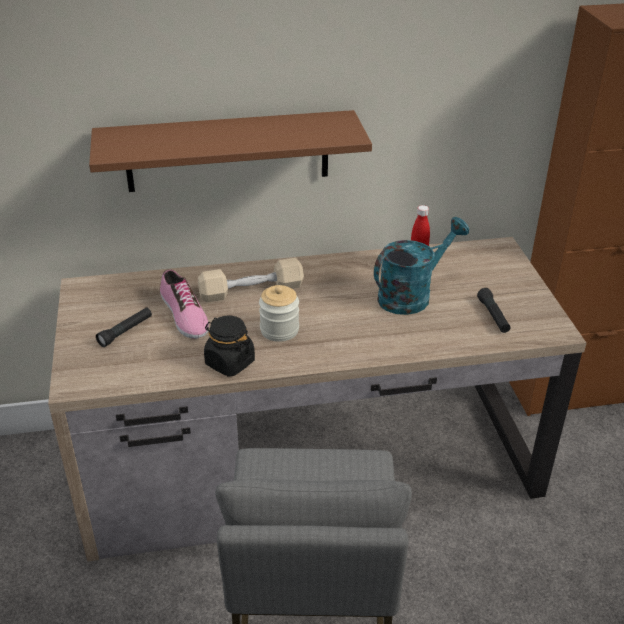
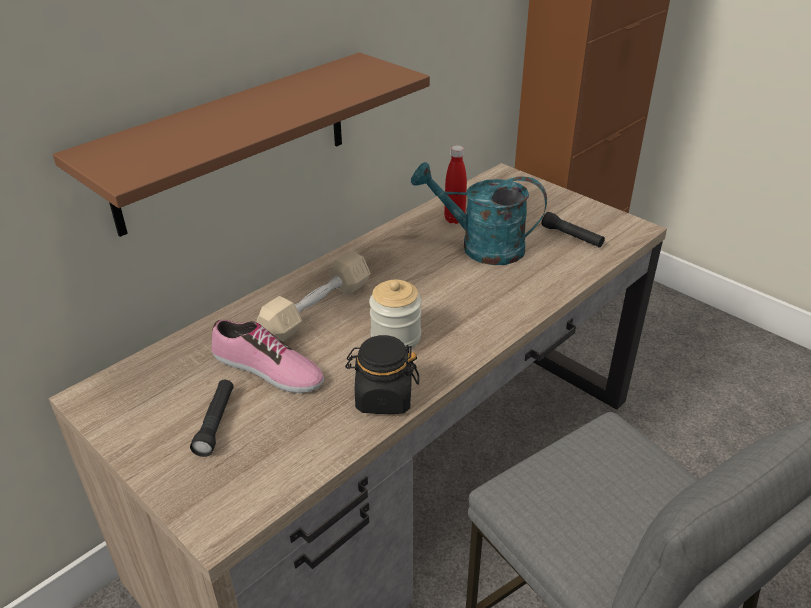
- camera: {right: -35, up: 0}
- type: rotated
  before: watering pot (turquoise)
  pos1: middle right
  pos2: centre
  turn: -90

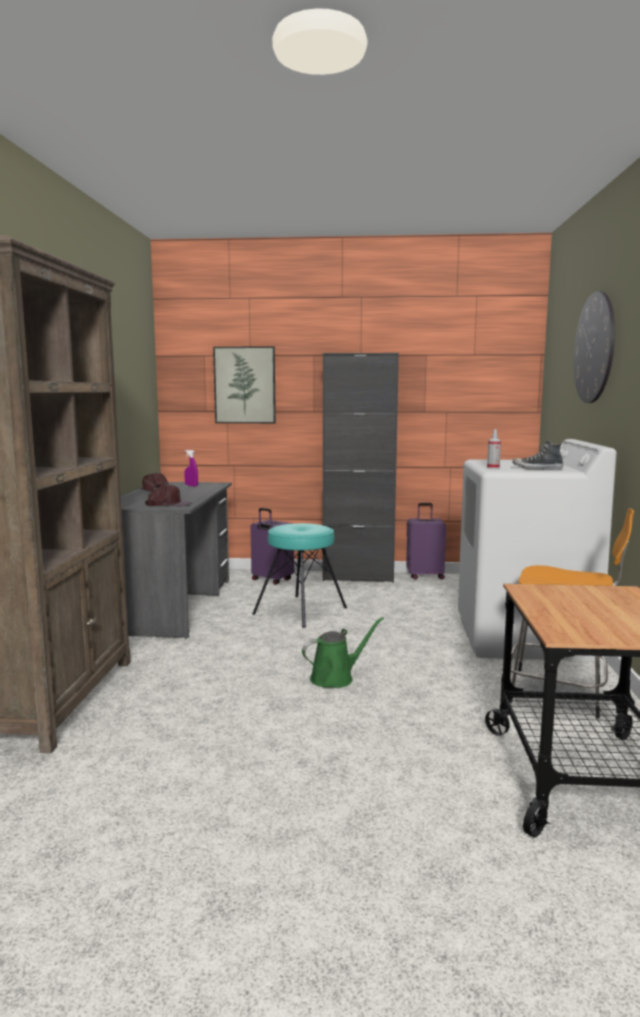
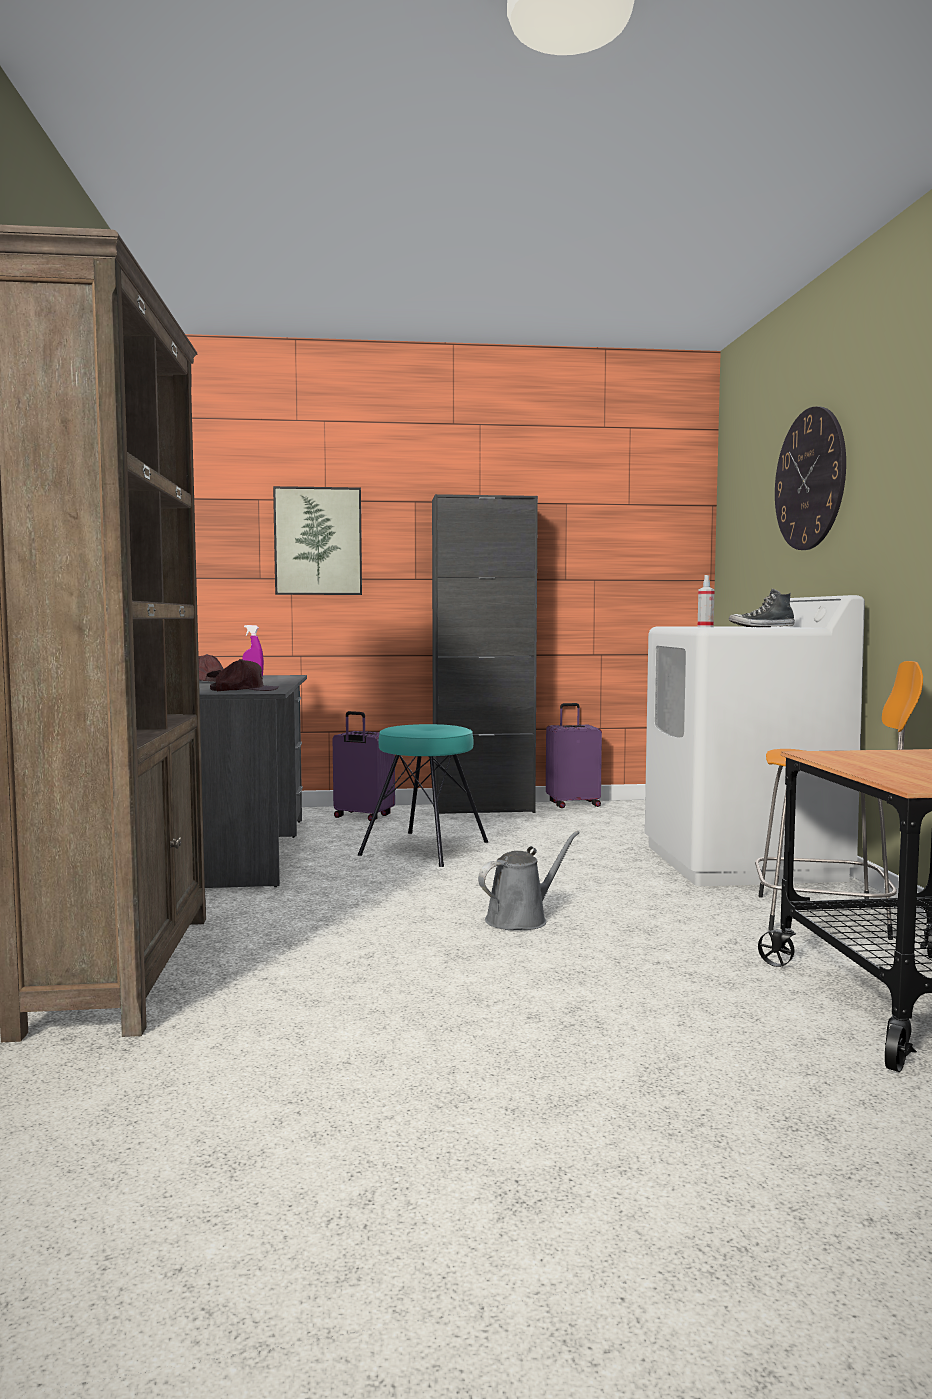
- camera: {right: -10, up: -5}
- type: repainted
  before: watering pot (green)
  after: watering pot (greyish)
  pos1: centre
  pos2: centre

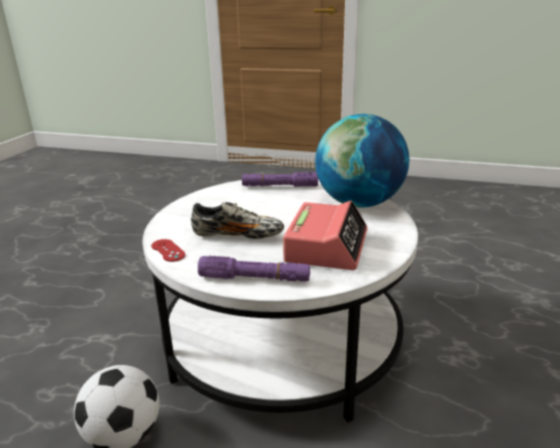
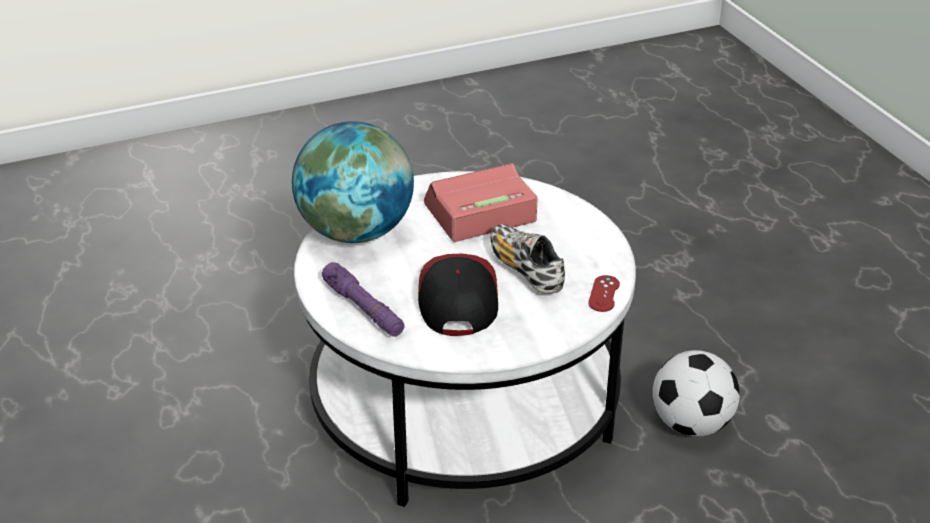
- camera: {right: -130, up: 10}
- type: gone
  before: torch (purple) (no. 1 from left)
  pos1: centre
- type: new
  after: peaked cap
  pos2: centre

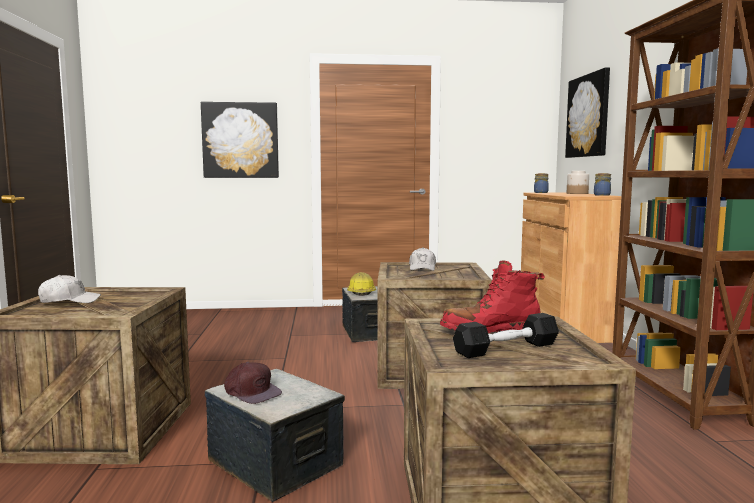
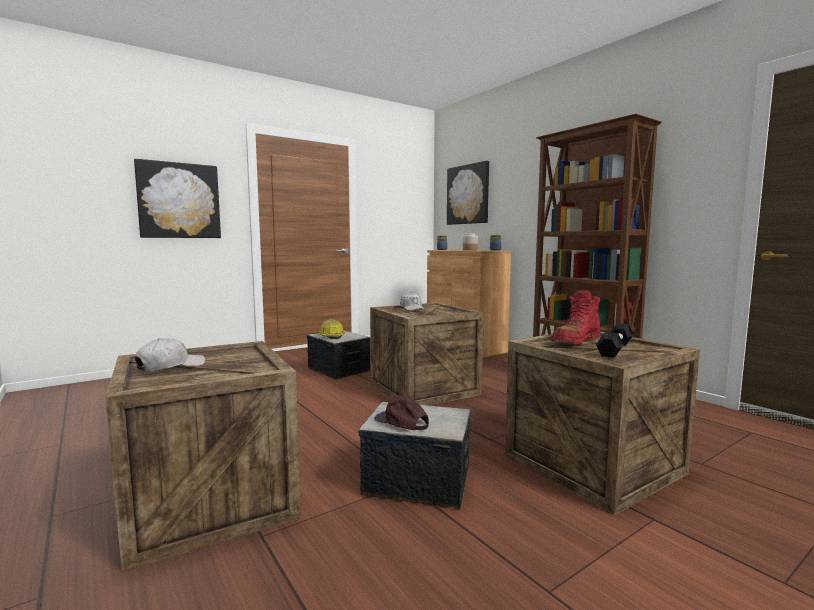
- camera: {right: -30, up: 0}
- type: rotated
  before: peaked cap (brownish)
  pos1: bottom centre
  pos2: bottom centre
  turn: -150

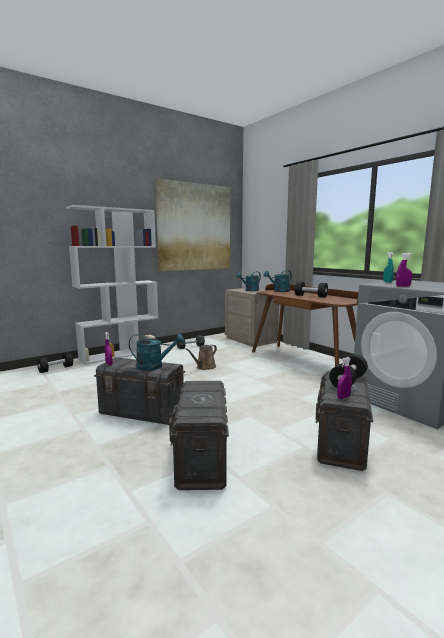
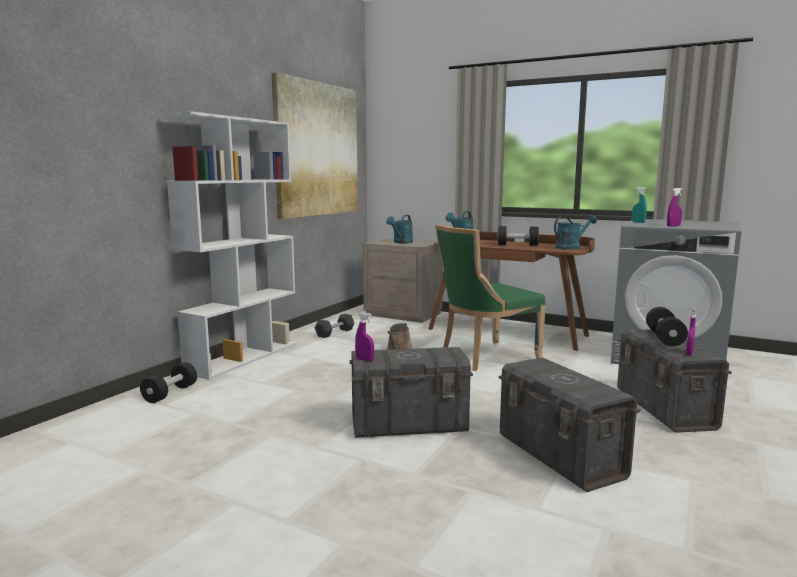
- camera: {right: -25, up: 0}
- type: new
  after: upright chair (green)
  pos2: centre
- type: shifted
  before: watering pot (turquoise) (no. 1 from left in the first image)
  after: watering pot (turquoise) (no. 3 from left)
  pos1: centre
  pos2: middle right

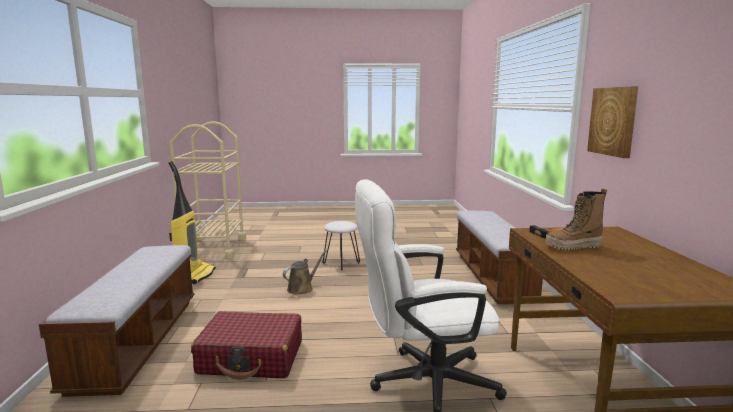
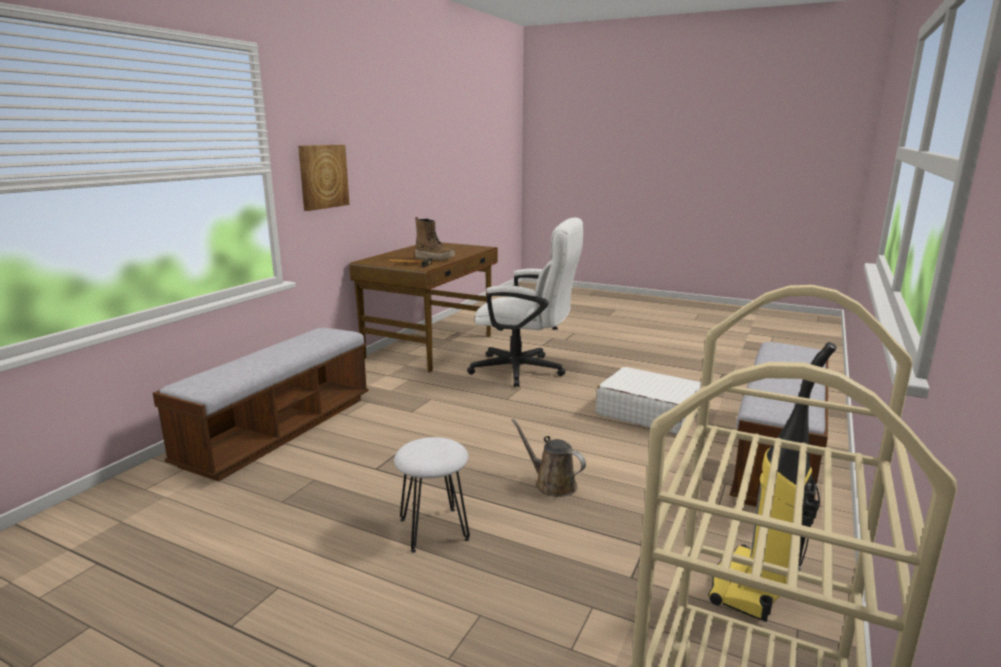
- camera: {right: -150, up: 5}
- type: repainted
  before: travel case (red)
  after: travel case (white-coloured)
  pos1: bottom centre
  pos2: centre
- type: rotated
  before: watering pot (brownish)
  pos1: centre
  pos2: bottom centre
  turn: 60

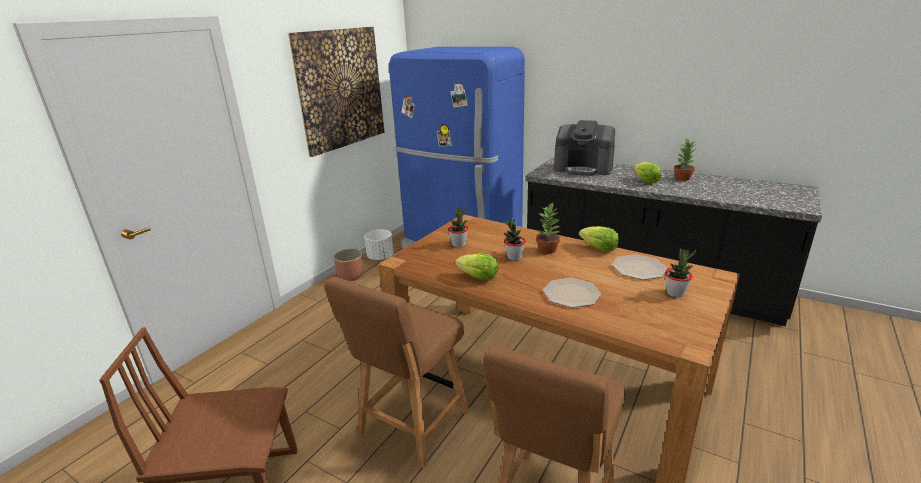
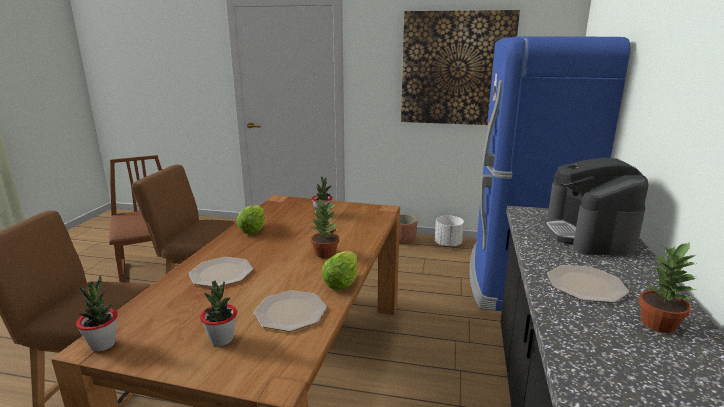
- camera: {right: 70, up: -5}
- type: shifted
  before: plant in a pot (no. 2 from left in the first image)
  after: plant in a pot (no. 1 from left)
  pos1: centre
  pos2: bottom left
- type: swapped
  before: head of lettuce (no. 3 from left)
  after: plate (no. 3 from left)
  pos1: middle right
  pos2: bottom right

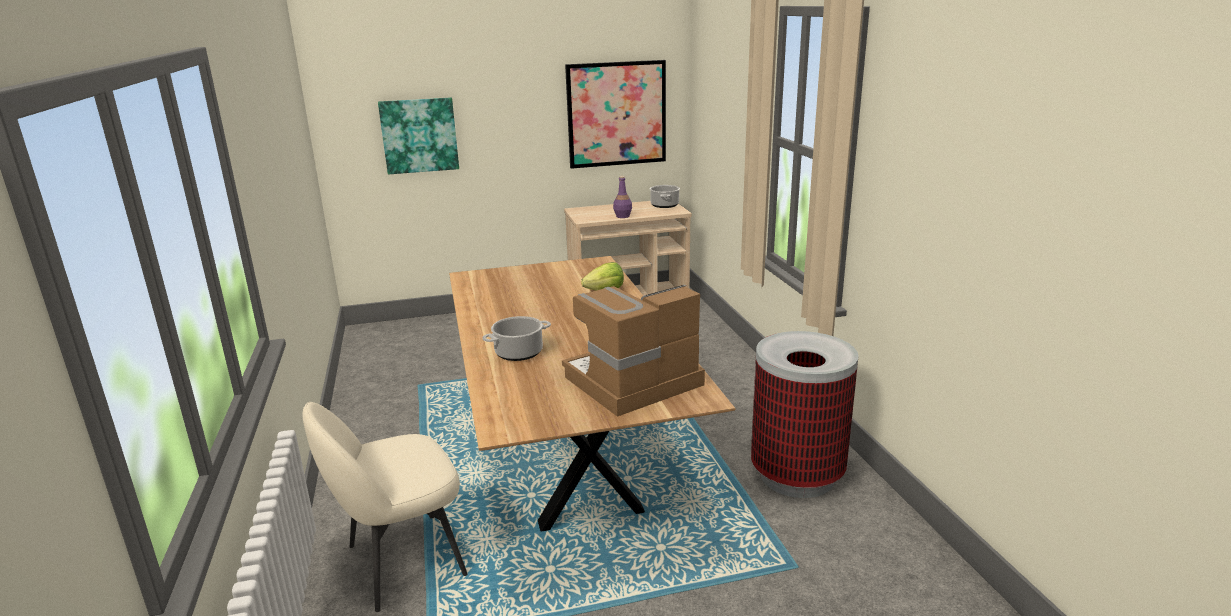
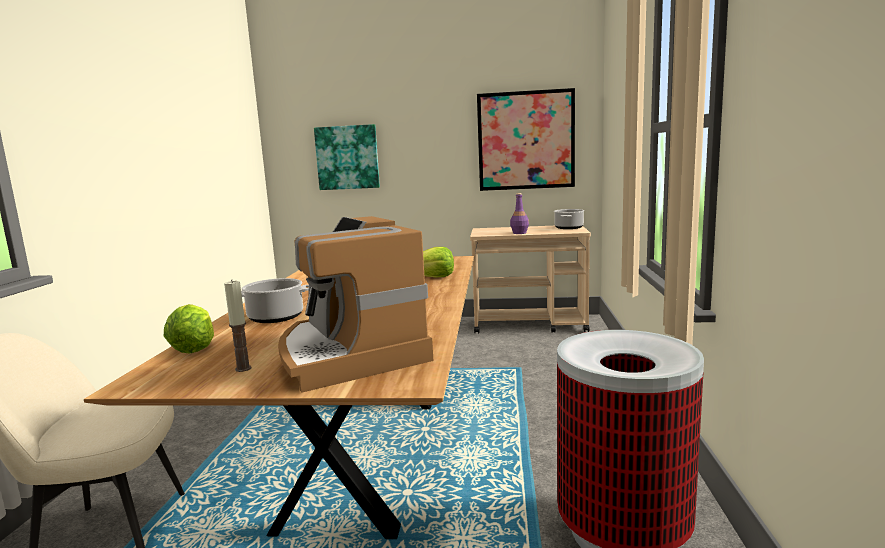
- camera: {right: 20, up: -10}
- type: new
  after: head of lettuce (no. 1 from left)
  pos2: middle left
- type: new
  after: wax candle
  pos2: middle left
- type: rotated
  before: coffee brewer
  pos1: centre
  pos2: centre
  turn: -105

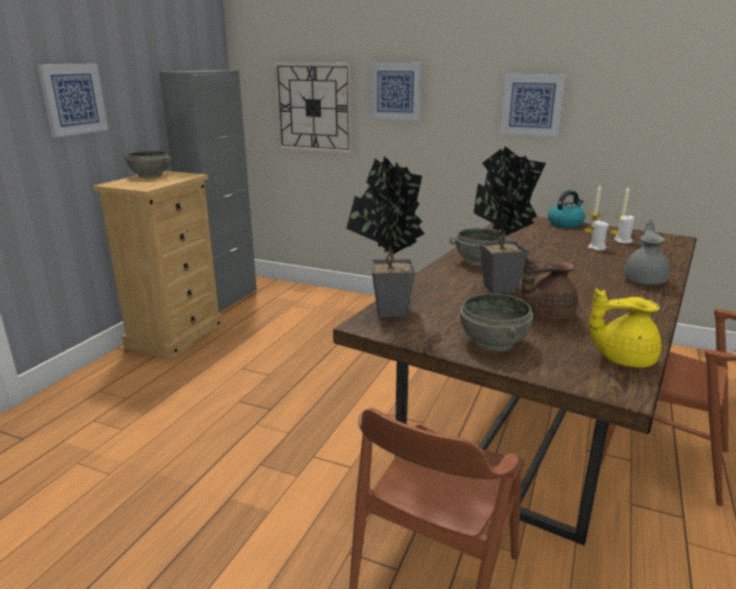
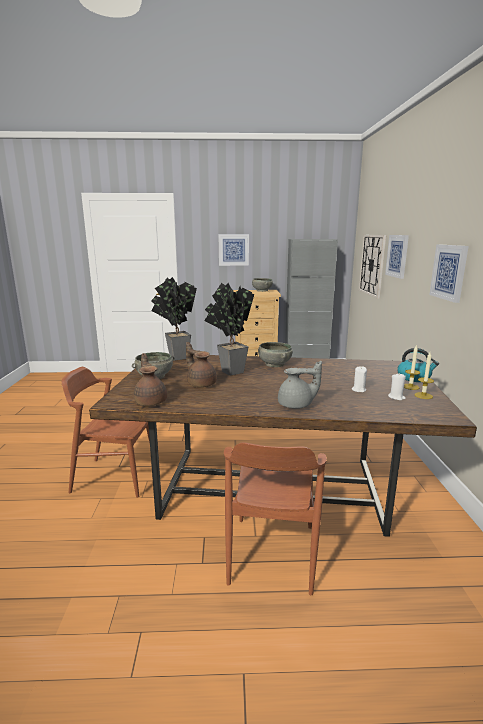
- camera: {right: 65, up: -5}
- type: repainted
  before: teapot (yellow-coloured)
  after: teapot (brownish) (no. 1 from left)
  pos1: middle right
  pos2: middle left

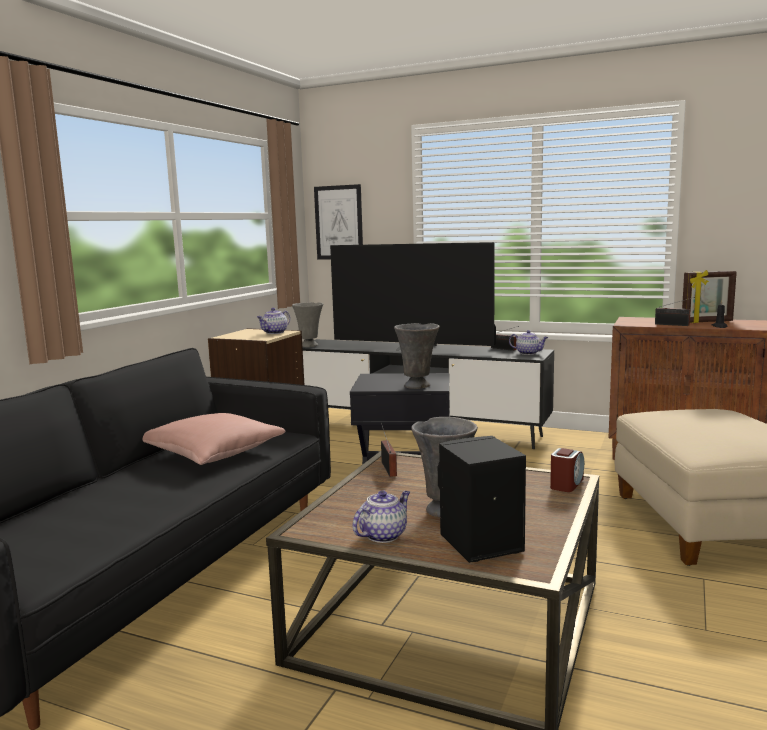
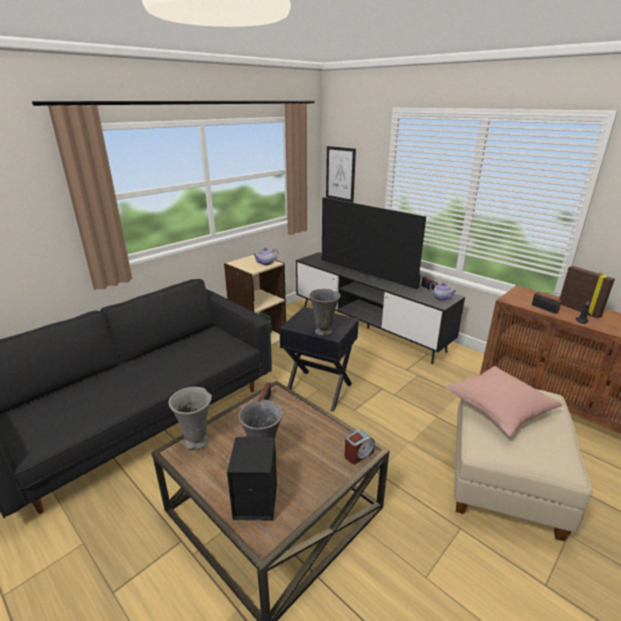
- camera: {right: 20, up: 15}
- type: gone
  before: teapot (no. 2 from left)
  pos1: bottom centre
- type: shifted
  before: pillow (pink)
  pos1: middle left
  pos2: middle right
- type: shifted
  before: flower vase (greyish) (no. 1 from left)
  pos1: centre
  pos2: bottom left
- type: rotated
  before: photo frame
  pos1: middle right
  pos2: middle right
  turn: -135

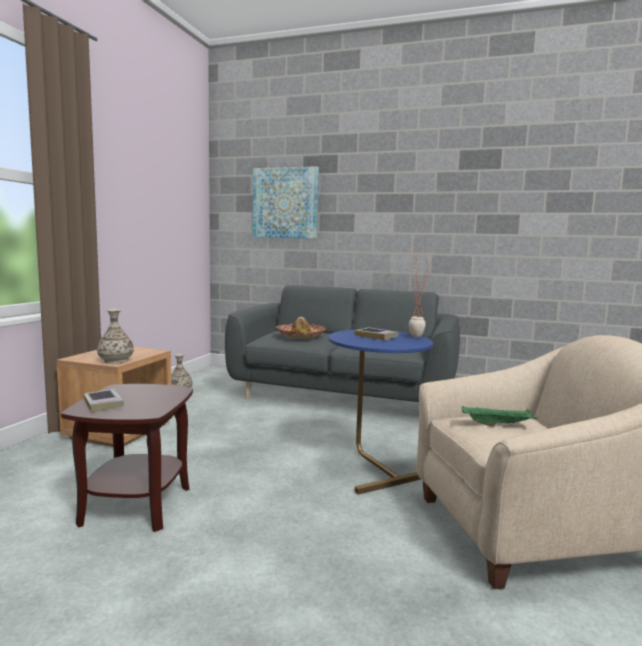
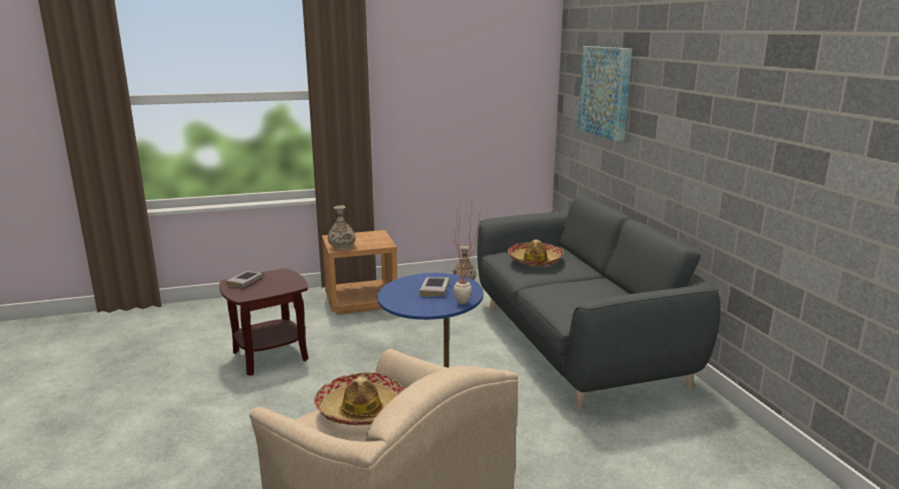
- camera: {right: 55, up: 10}
- type: swapped
  before: serving tray (green)
  after: wearable hat (no. 1 from left)
  pos1: middle right
  pos2: bottom centre

